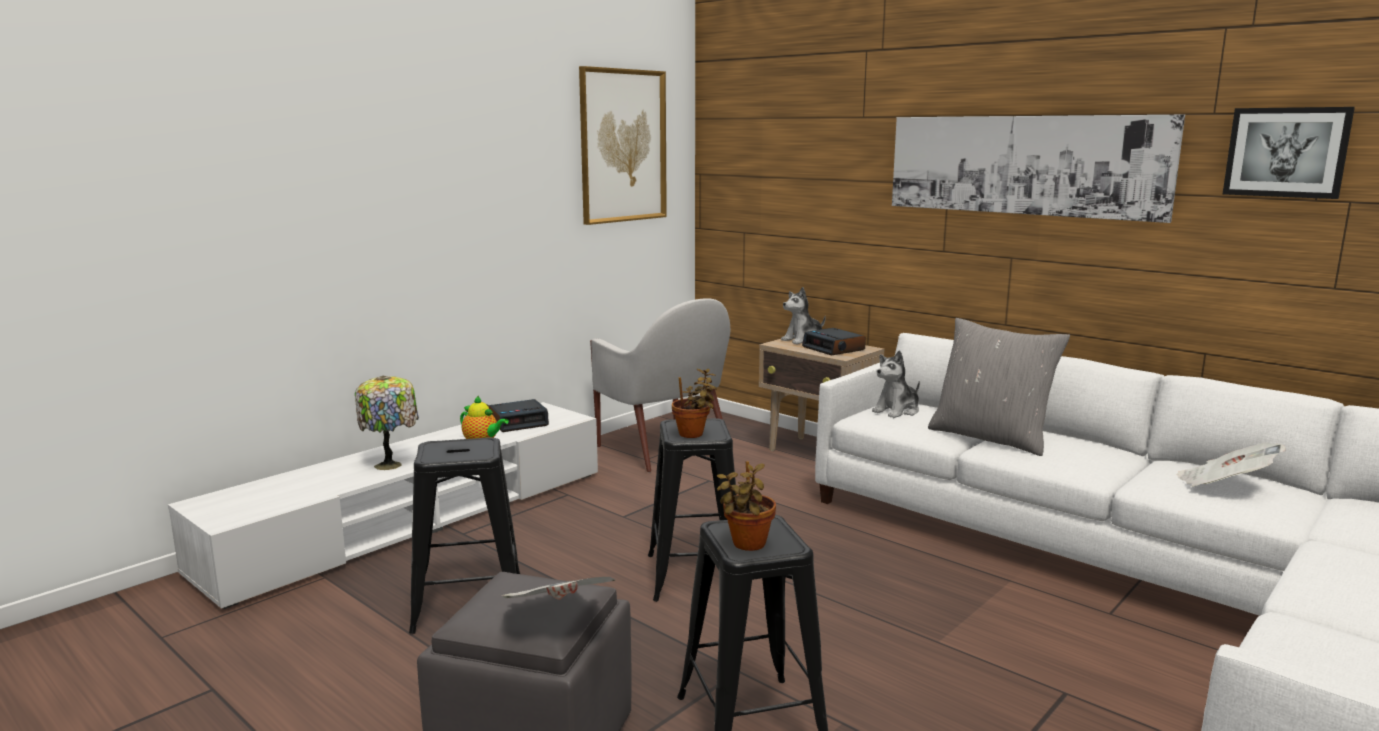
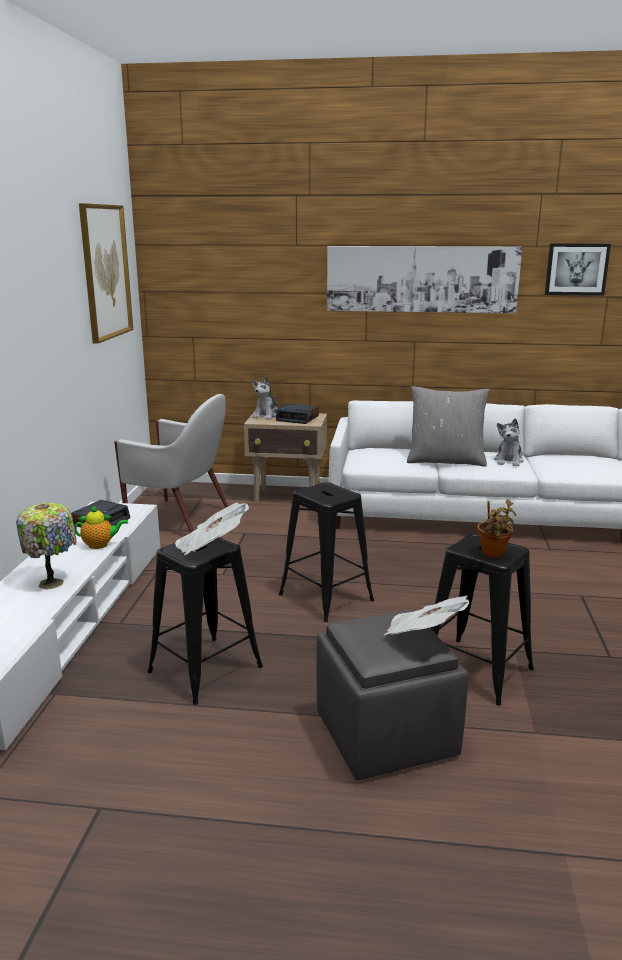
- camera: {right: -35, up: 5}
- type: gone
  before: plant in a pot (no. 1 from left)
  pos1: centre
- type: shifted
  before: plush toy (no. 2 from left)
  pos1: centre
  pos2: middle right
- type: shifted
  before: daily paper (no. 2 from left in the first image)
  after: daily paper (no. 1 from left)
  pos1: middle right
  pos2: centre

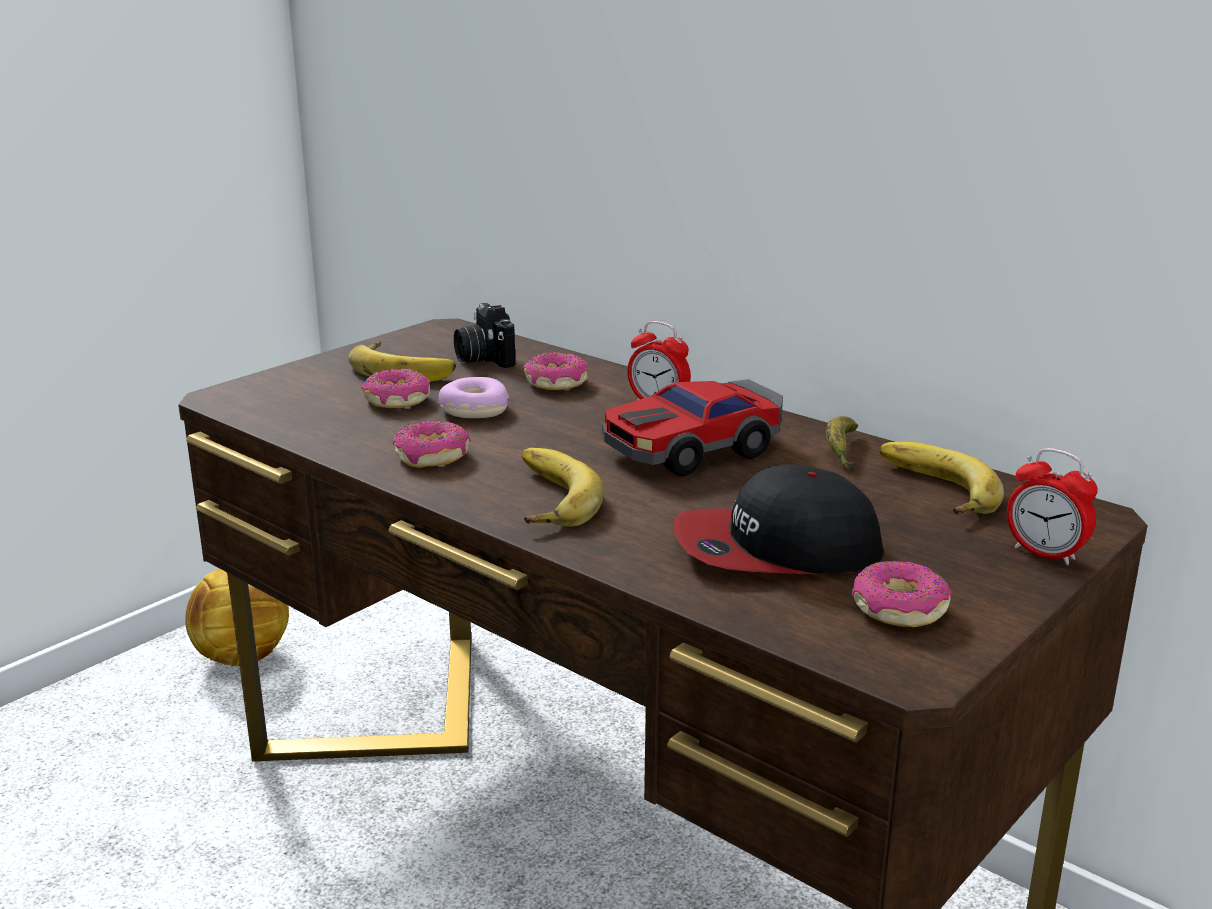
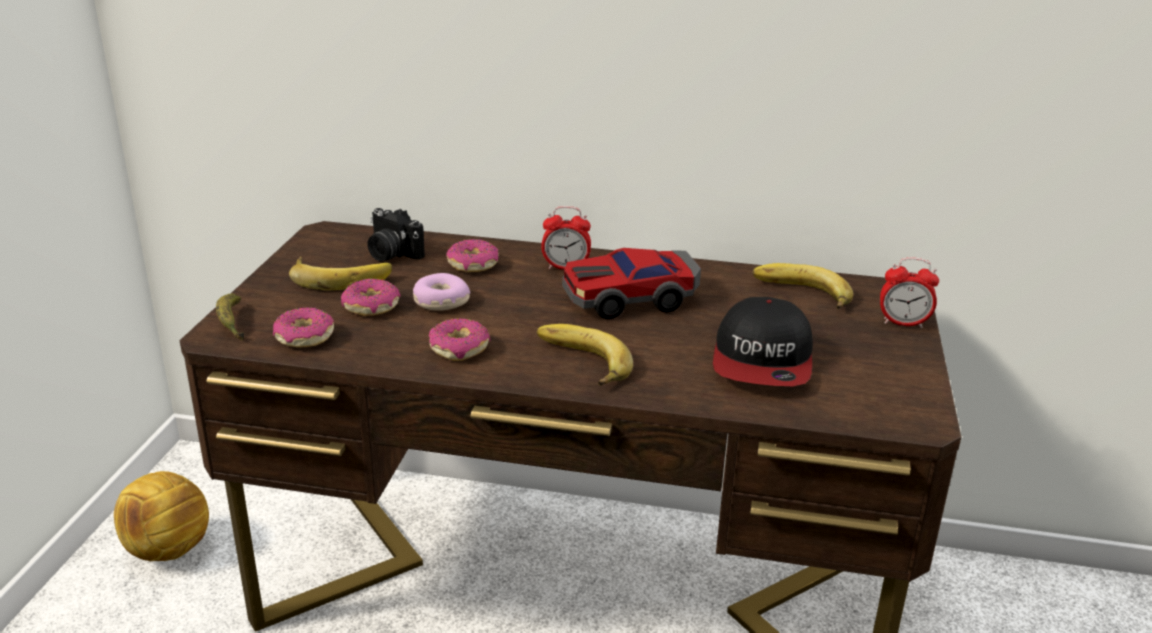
- camera: {right: -30, up: 5}
- type: shifted
  before: whole banana (no. 3 from left in the first image)
  after: whole banana (no. 1 from left)
  pos1: middle right
  pos2: middle left
- type: shifted
  before: ring doughnut (no. 5 from left in the first image)
  after: ring doughnut (no. 1 from left)
  pos1: middle right
  pos2: middle left
- type: rotated
  before: model car
  pos1: centre
  pos2: centre
  turn: 45
- type: rotated
  before: peaked cap
  pos1: centre
  pos2: centre
  turn: -45

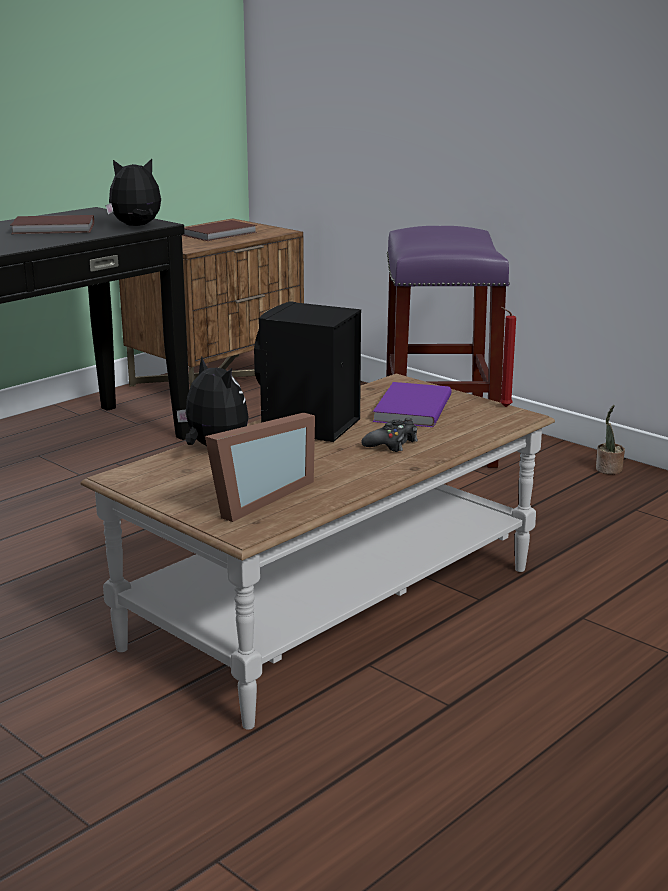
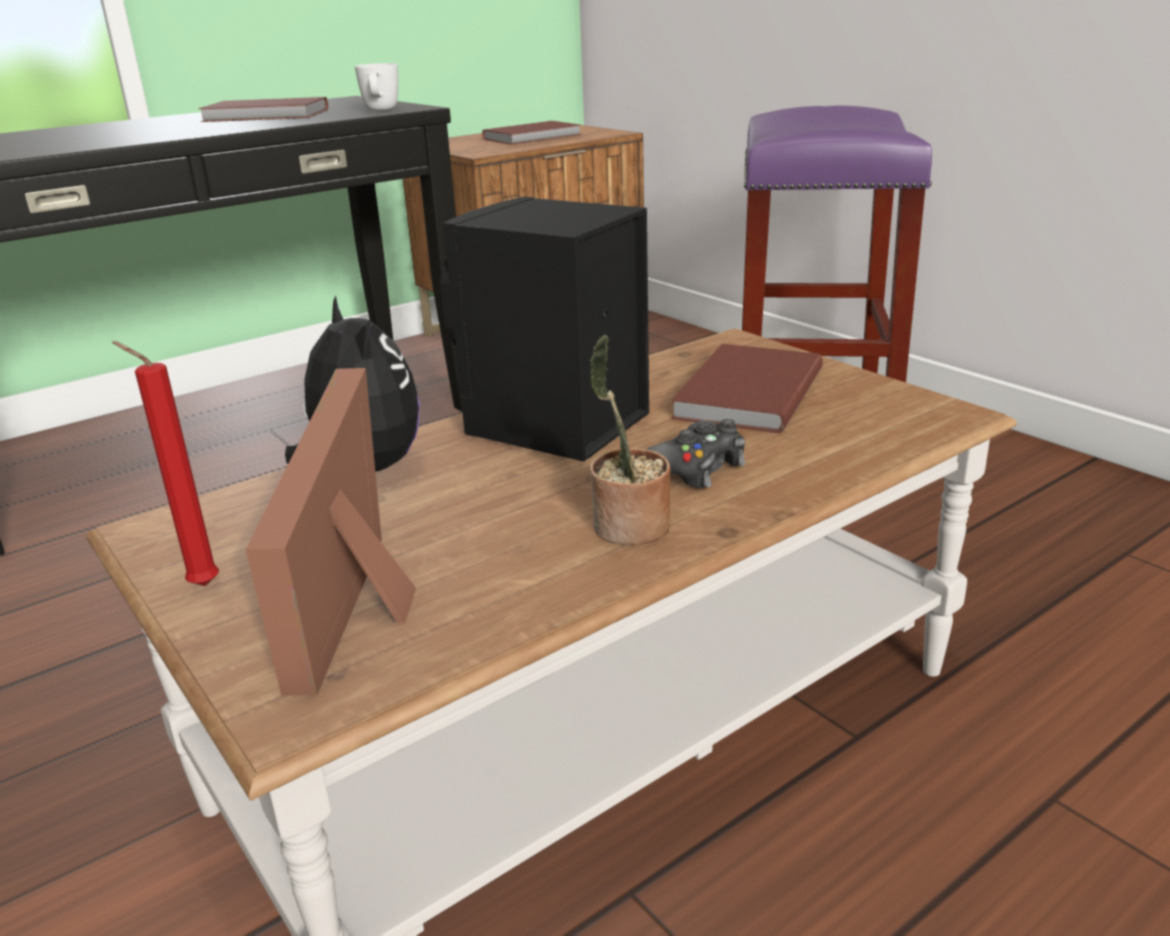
- camera: {right: 10, up: 5}
- type: shifted
  before: wax candle (red)
  pos1: middle right
  pos2: middle left
- type: shifted
  before: plant in a pot
  pos1: middle right
  pos2: centre
- type: swapped
  before: plush toy (no. 1 from left)
  after: mug (white-coloured)
  pos1: top left
  pos2: top left
- type: repainted
  before: volume (purple)
  after: volume (brownish) (no. 3 from left)
  pos1: centre
  pos2: centre
- type: rotated
  before: photo frame
  pos1: centre
  pos2: middle left
  turn: 135

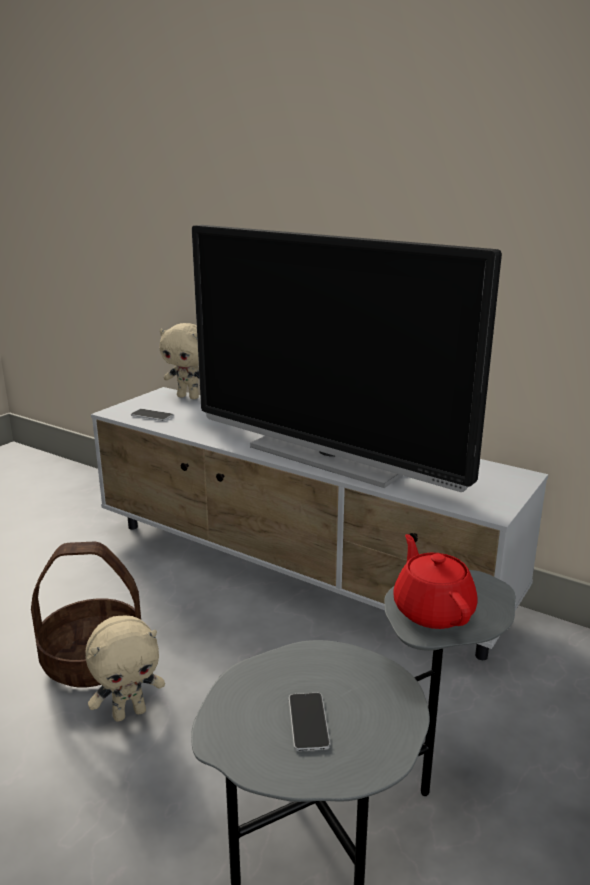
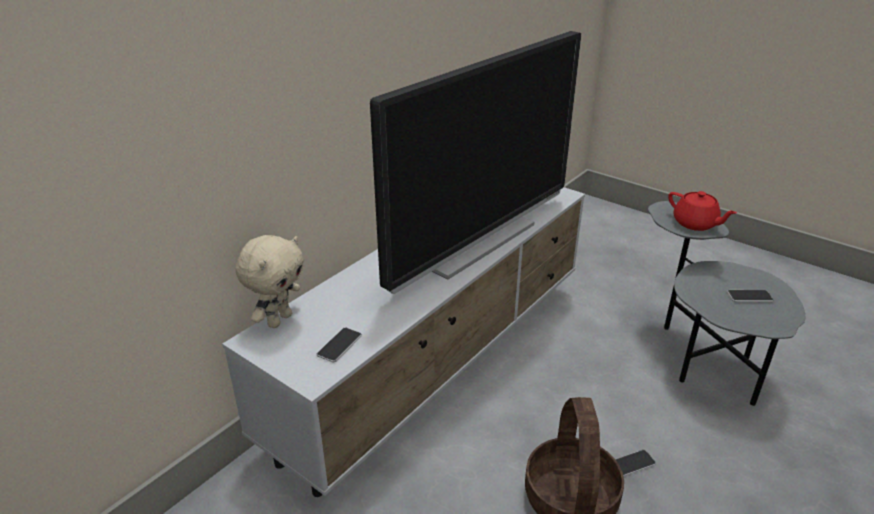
- camera: {right: -85, up: 10}
- type: swapped
  before: plush toy (beige) (no. 1 from left)
  after: phone (no. 2 from left)
  pos1: bottom left
  pos2: bottom right
- type: rotated
  before: teapot (red)
  pos1: middle right
  pos2: middle right
  turn: -120

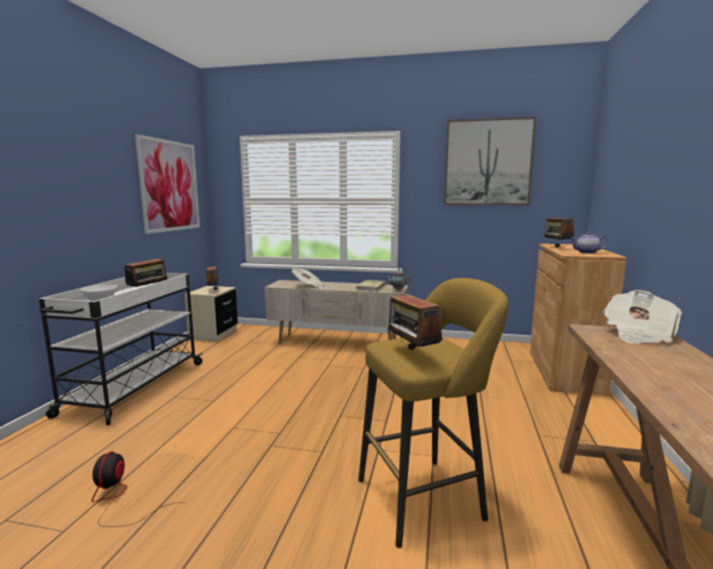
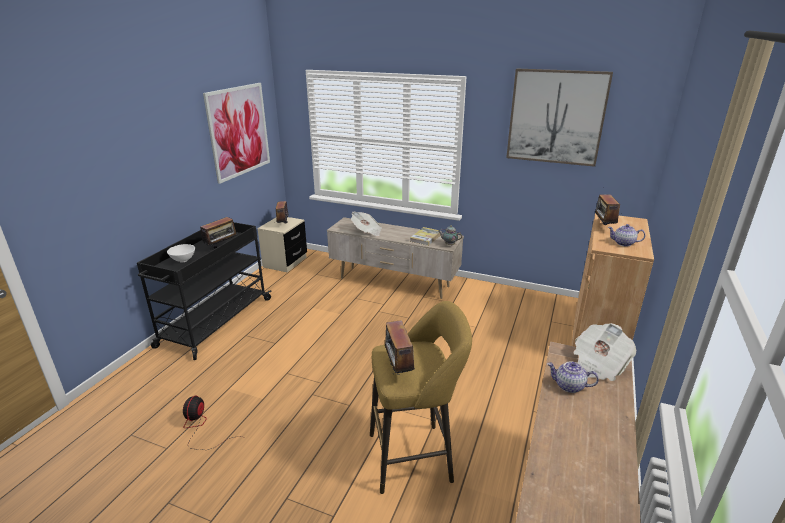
- camera: {right: 10, up: 15}
- type: new
  after: teapot (no. 2 from left)
  pos2: bottom right
- type: repainted
  before: trolley (white-coloured)
  after: trolley (black)
  pos1: middle left
  pos2: middle left

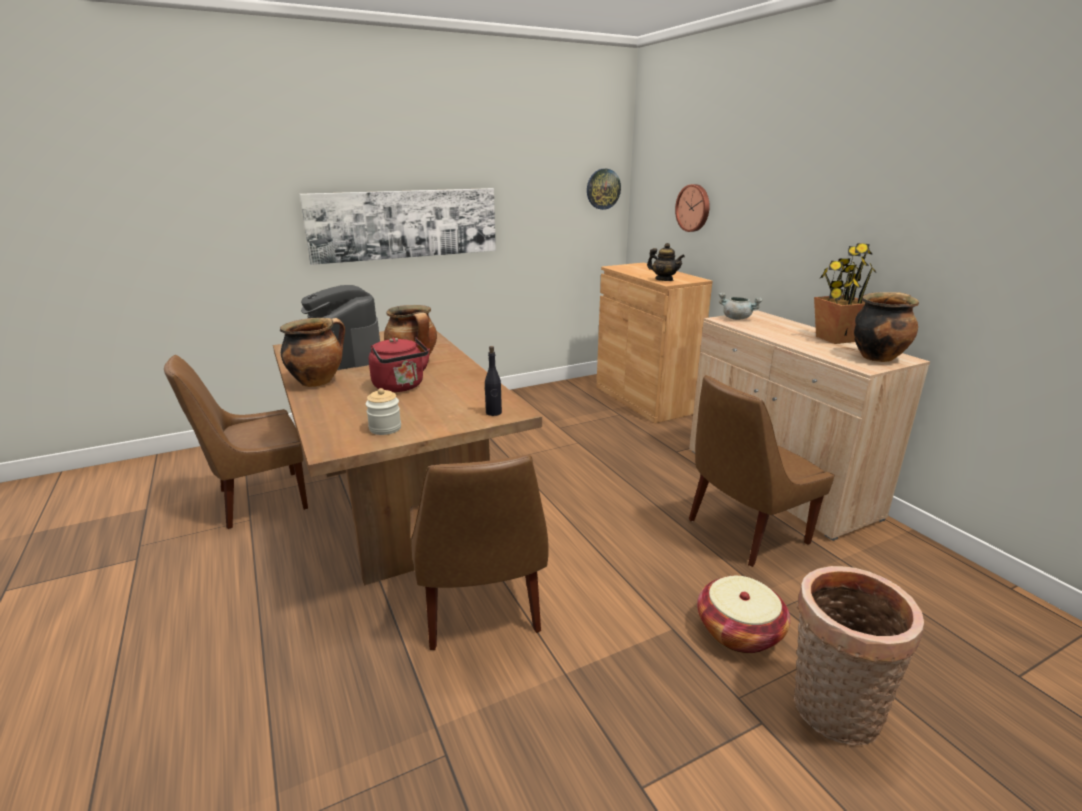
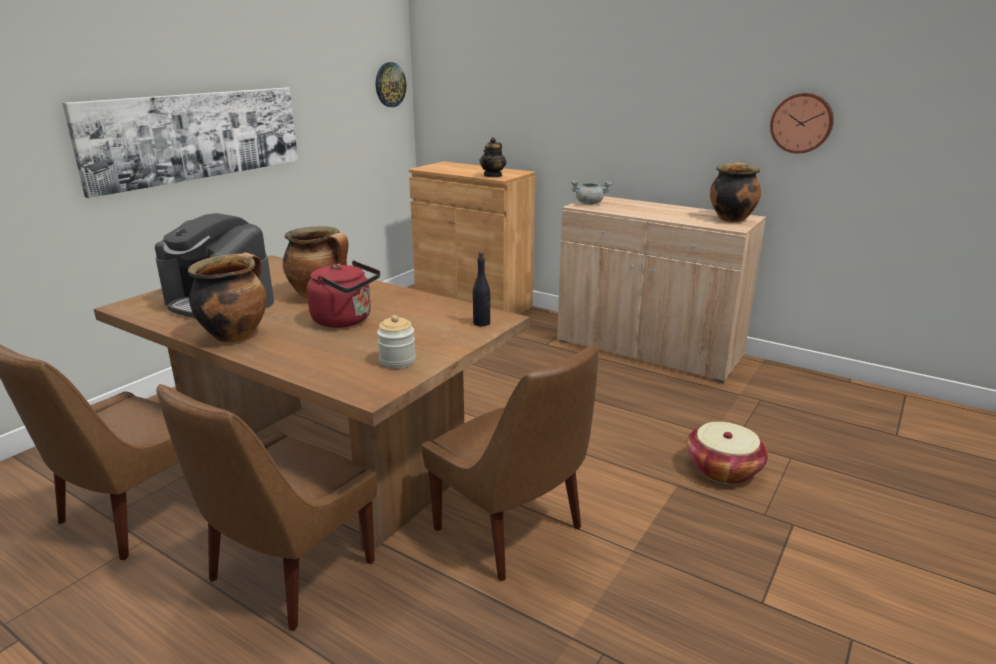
- camera: {right: -30, up: 0}
- type: gone
  before: basket (no. 2 from left)
  pos1: bottom right
- type: gone
  before: plant in a pot
  pos1: middle right
- type: shifted
  before: clock on the wall (no. 2 from left)
  pos1: top centre
  pos2: top right
- type: shifted
  before: upright chair (brownish) (no. 3 from left in the first image)
  after: upright chair (brownish) (no. 2 from left)
  pos1: middle right
  pos2: bottom left
- type: rotated
  before: teapot
  pos1: top centre
  pos2: top centre
  turn: 105

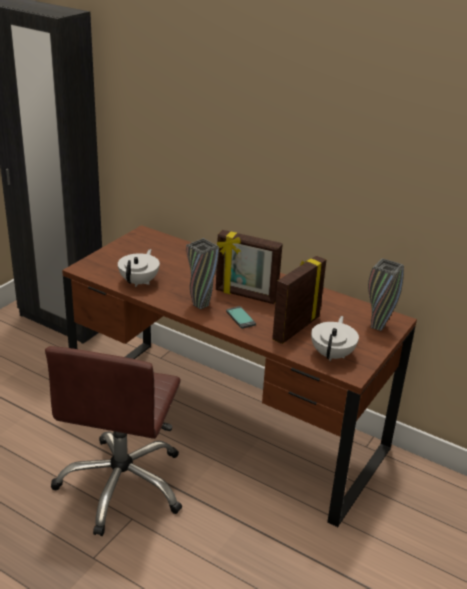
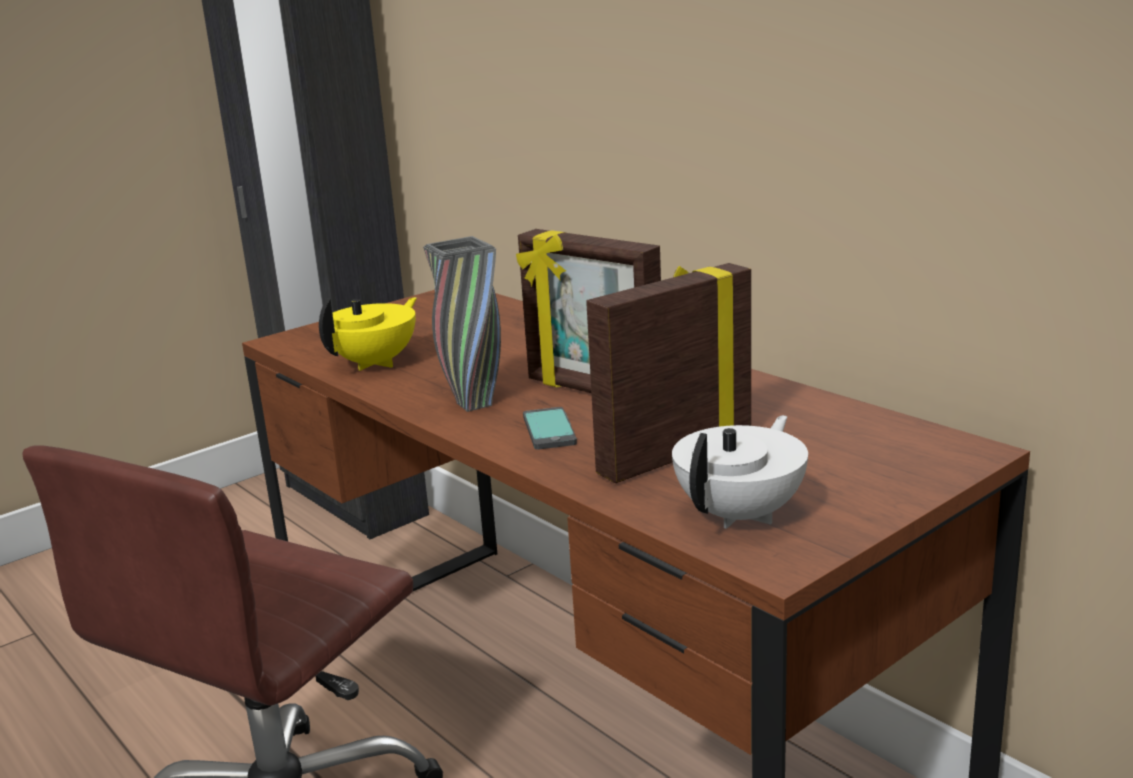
- camera: {right: 20, up: -10}
- type: gone
  before: flower vase (greyish) (no. 2 from left)
  pos1: middle right
- type: repainted
  before: teapot (white-coloured) (no. 1 from left)
  after: teapot (yellow-coloured)
  pos1: middle left
  pos2: middle left

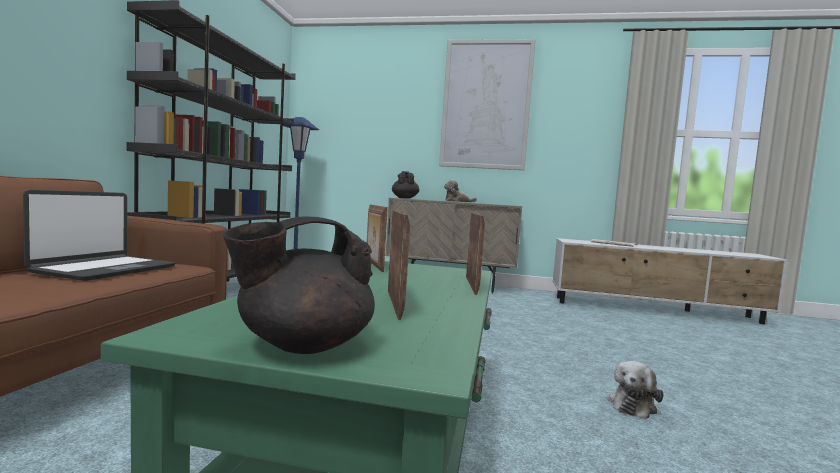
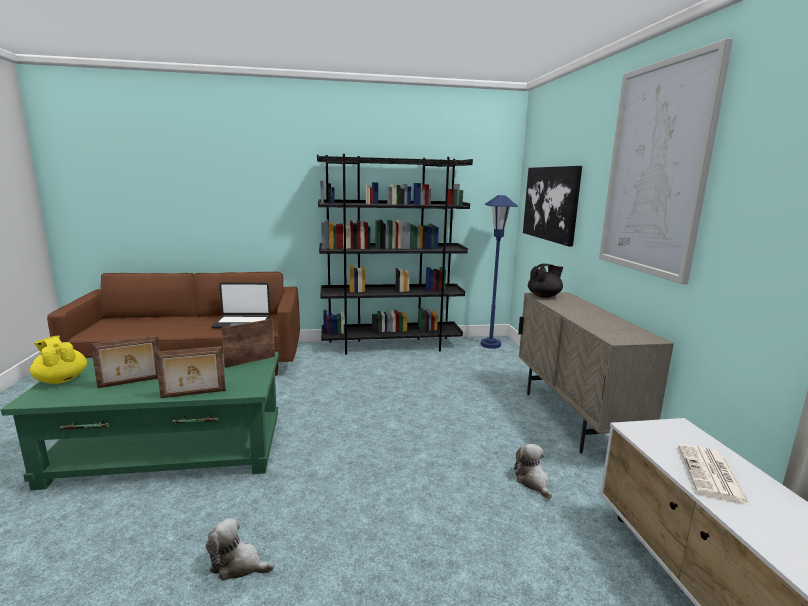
- camera: {right: 70, up: 10}
- type: new
  after: wall art (no. 1 from left)
  pos2: middle right
- type: shifted
  before: plush toy (no. 1 from left in the first image)
  after: plush toy (no. 2 from left)
  pos1: centre
  pos2: bottom centre
- type: repainted
  before: teapot (black) (no. 1 from left)
  after: teapot (yellow-coloured)
  pos1: centre
  pos2: middle left

